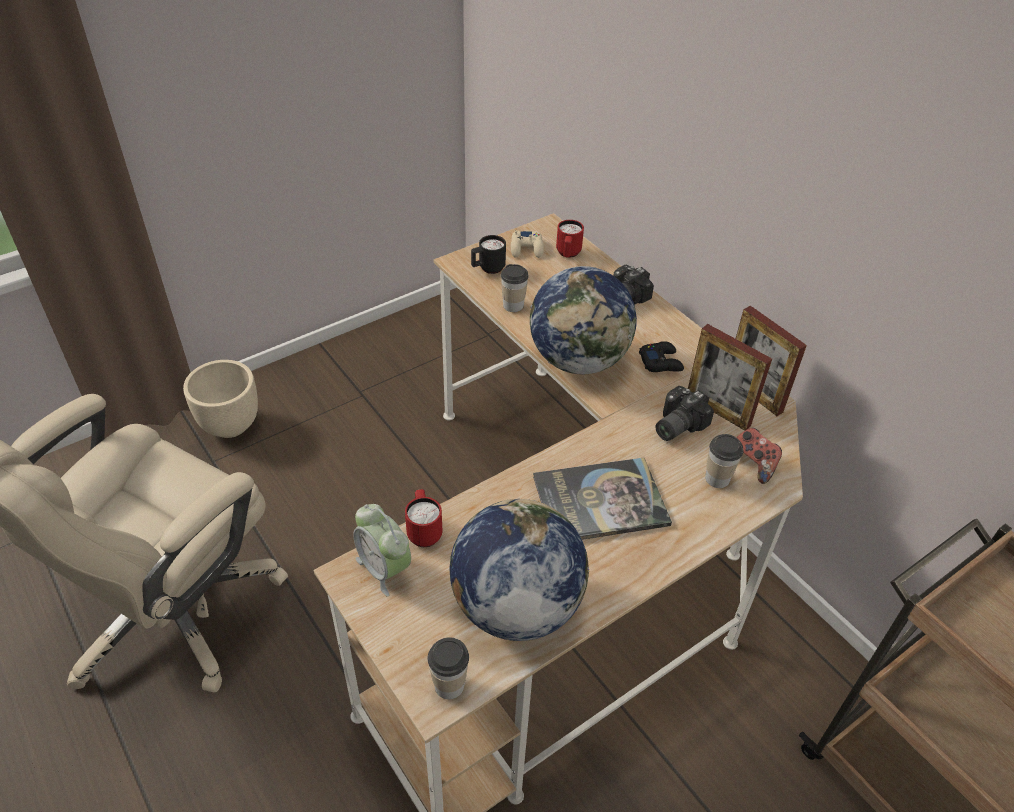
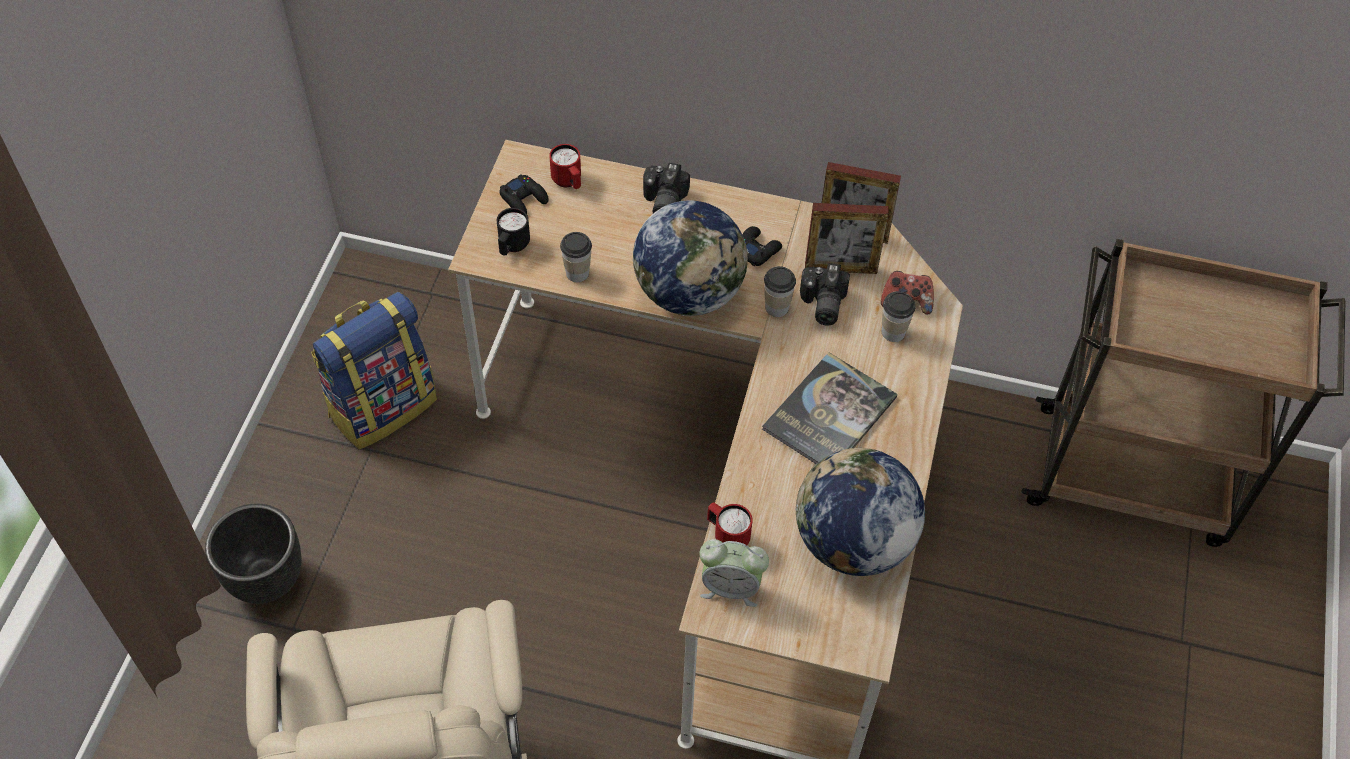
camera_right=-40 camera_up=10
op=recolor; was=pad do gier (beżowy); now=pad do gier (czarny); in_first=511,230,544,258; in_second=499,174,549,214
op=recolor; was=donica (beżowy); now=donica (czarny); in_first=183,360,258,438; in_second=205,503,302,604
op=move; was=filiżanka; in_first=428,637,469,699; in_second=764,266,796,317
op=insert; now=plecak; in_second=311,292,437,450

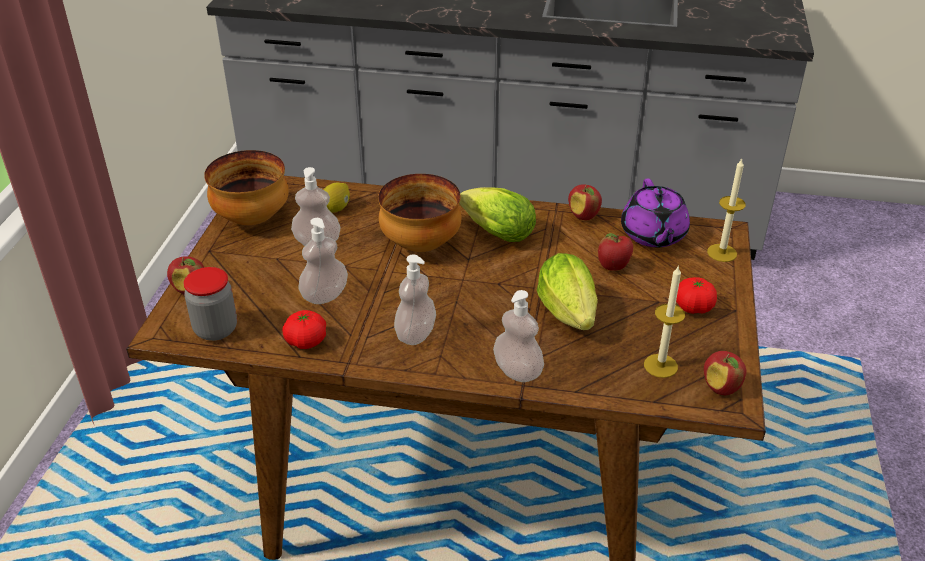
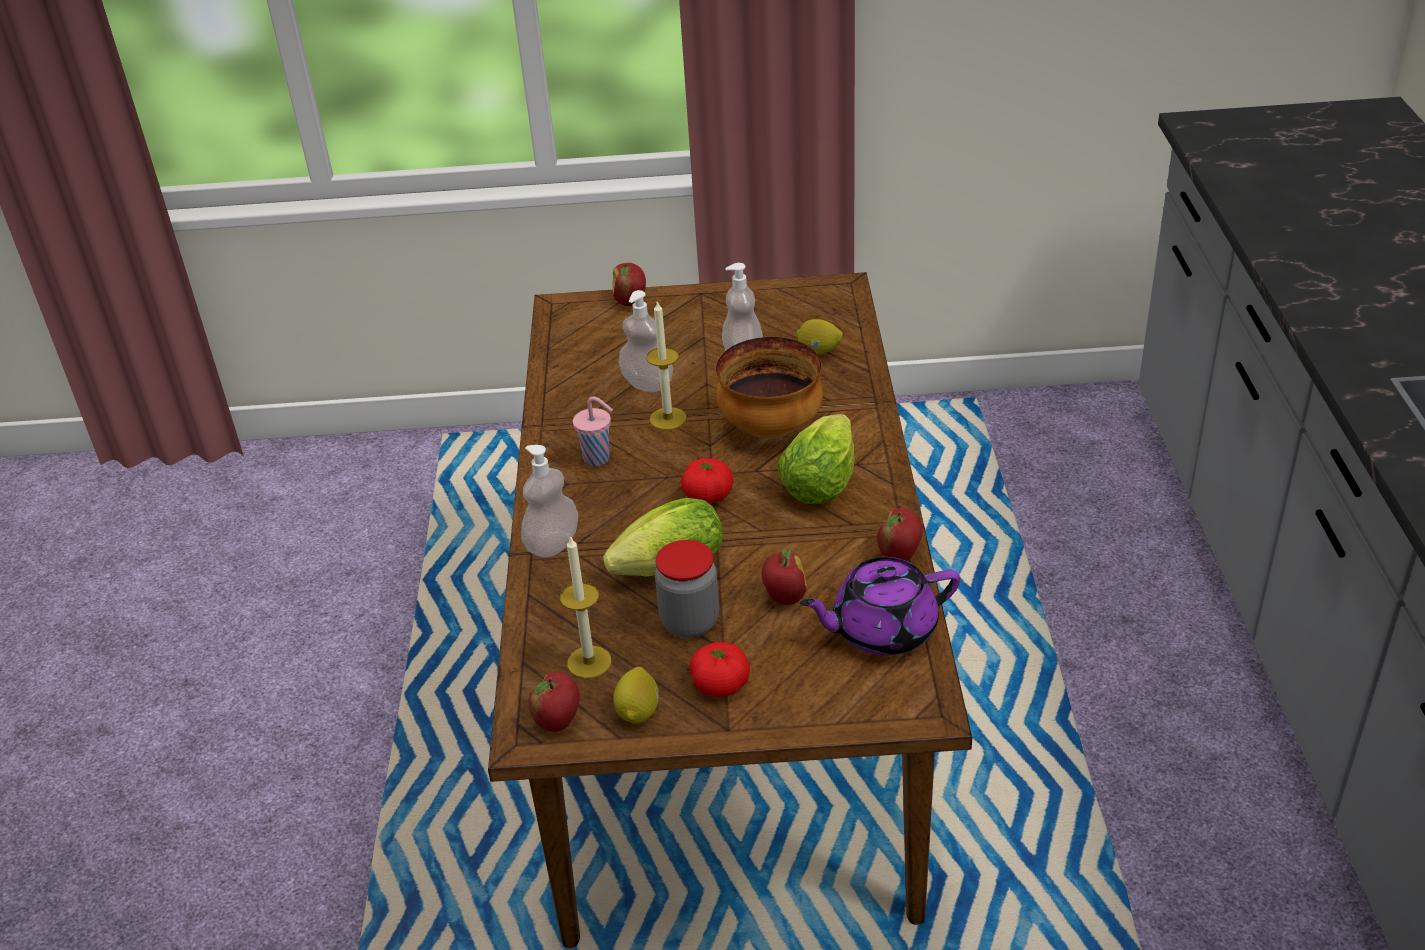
camera_right=80 camera_up=0
op=delete; was=miska; in_first=204,150,289,225
op=move; was=świeca; in_first=707,159,746,262; in_second=646,301,687,430
op=replace; was=dozownik mydła; now=filiżanka (różowy); in_first=394,255,436,345; in_second=573,397,613,466
op=move; was=słoik; in_first=183,267,237,341; in_second=655,540,719,638
op=move; was=pomidor; in_first=282,310,326,349; in_second=681,458,734,504
op=insert; now=cytryna; in_second=613,667,659,723

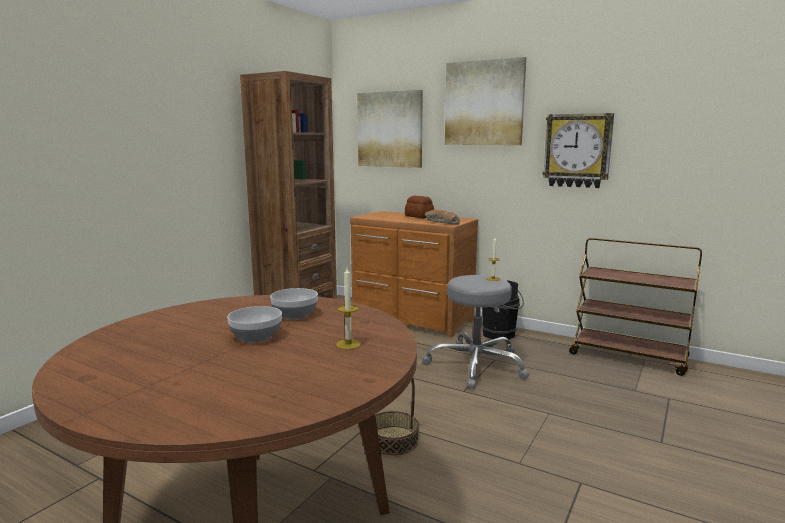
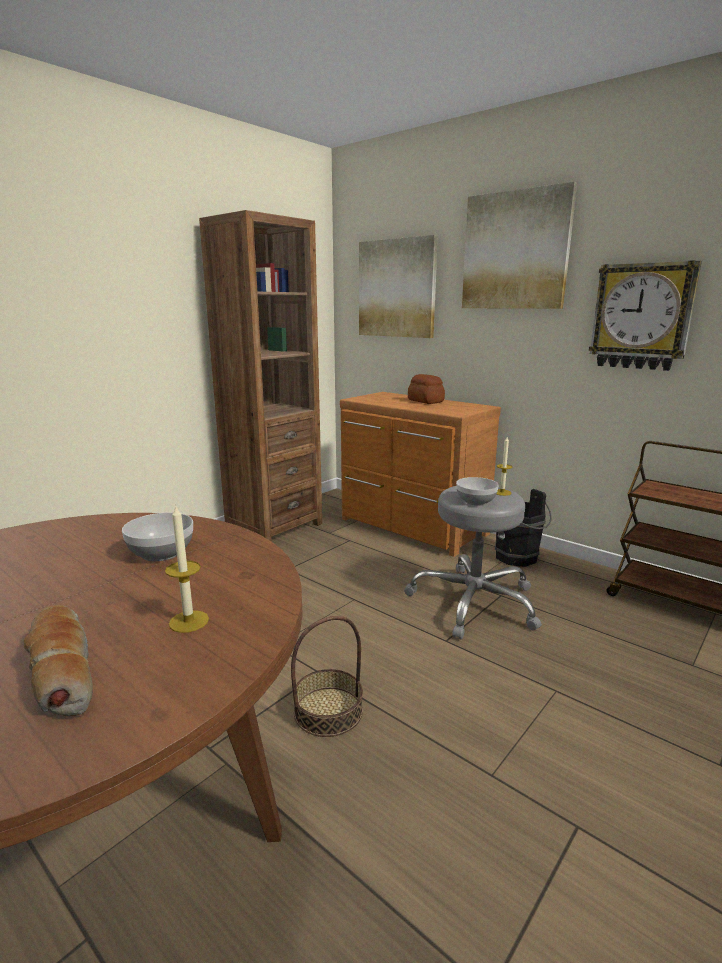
camera_right=10 camera_up=5
op=move; was=chleb; in_first=425,210,460,225; in_second=24,605,93,716
op=move; was=miska; in_first=227,306,282,343; in_second=456,477,499,505

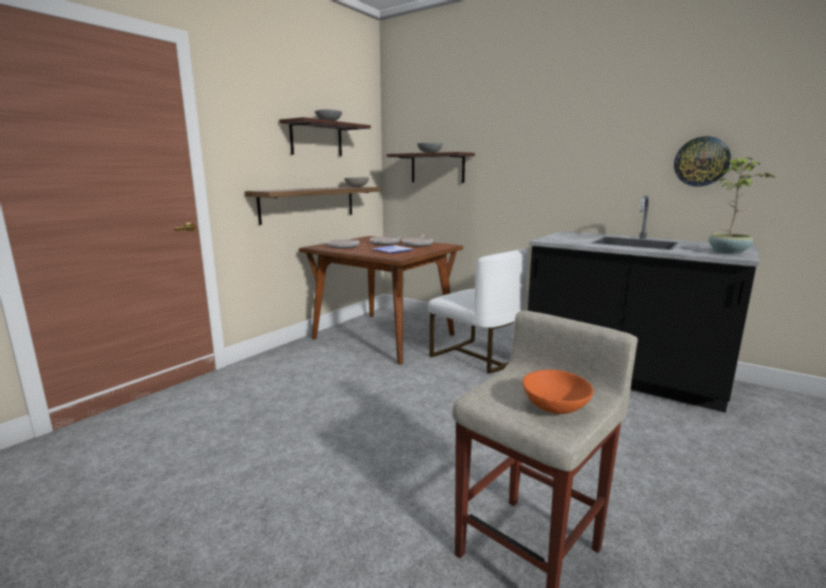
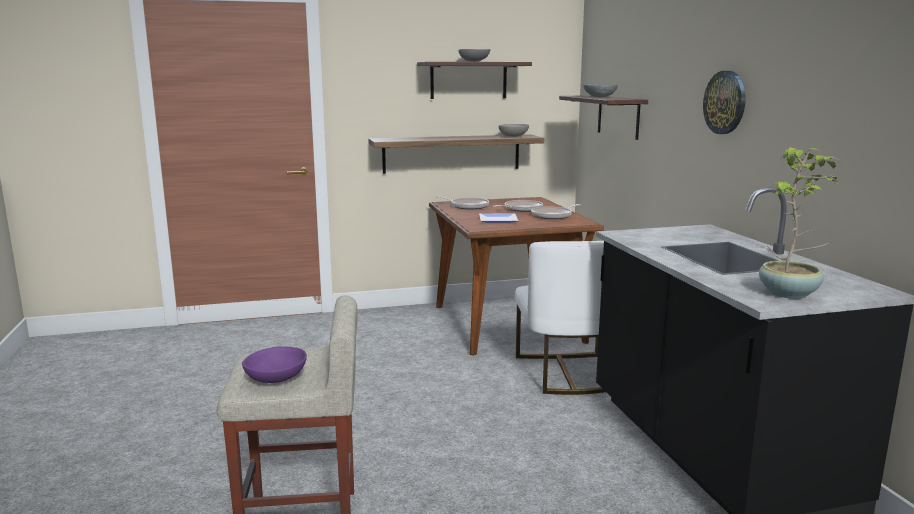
camera_right=40 camera_up=0
op=move; was=zegar ścienny; in_first=674,136,731,187; in_second=703,71,746,134
op=recolor; was=miska (pomarańczowy); now=miska (fioletowy); in_first=523,370,593,414; in_second=242,346,307,383

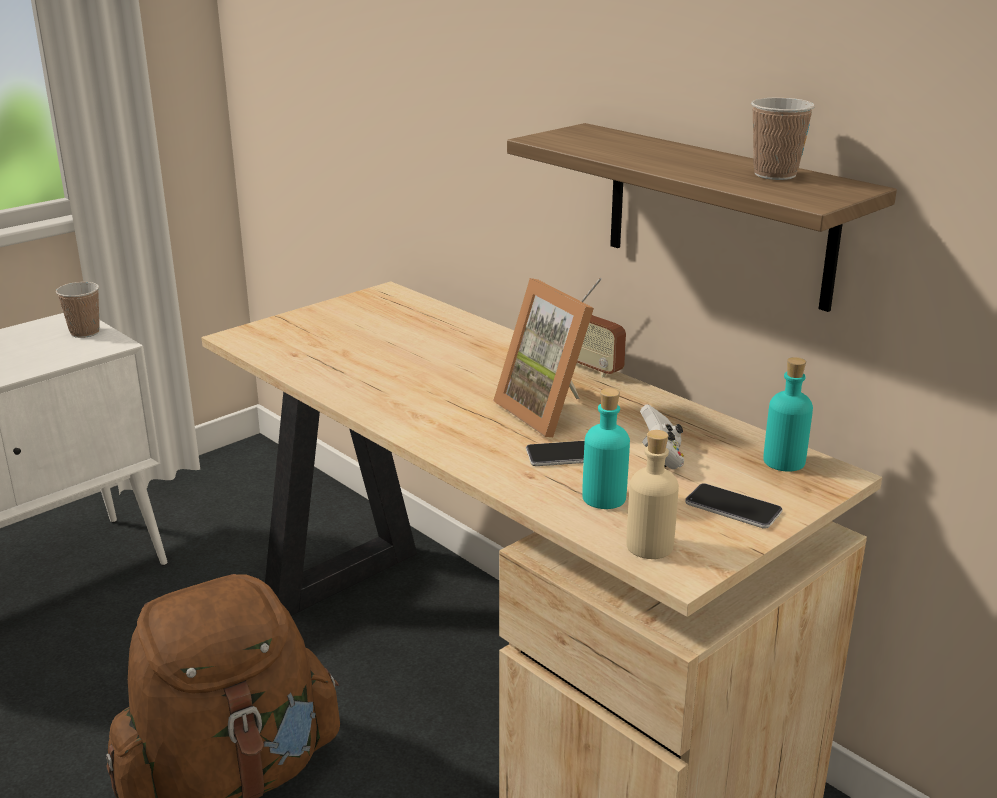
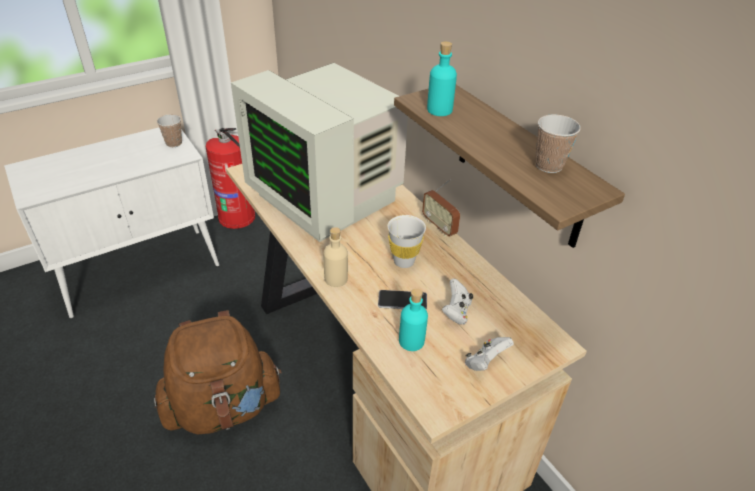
camera_right=10 camera_up=15
op=replace; was=ramka na zdjęcie; now=filiżanka (biały); in_first=493,278,594,437; in_second=387,215,426,268
op=move; was=butelka (turkusowy); in_first=763,357,813,472; in_second=427,41,457,116
op=move; was=butelka (beżowy); in_first=626,430,679,559; in_second=323,227,348,287
op=replace; was=telefon; now=pad do gier (biały); in_first=685,483,782,529; in_second=465,337,514,371
op=insert; now=monitor; in_second=231,63,408,242
op=insert; now=gaśnica; in_second=206,128,255,229

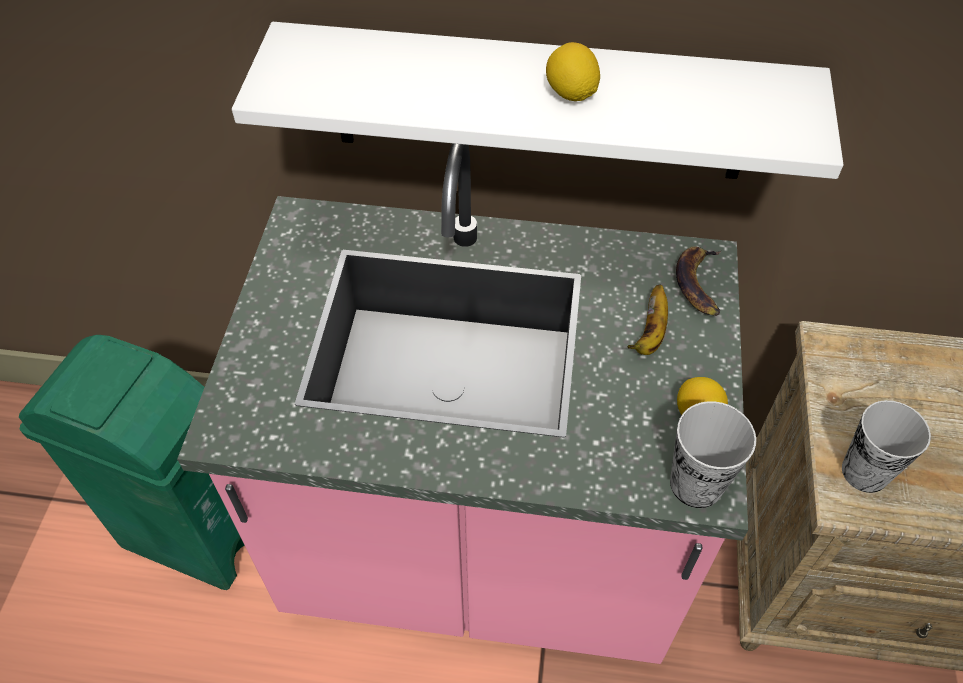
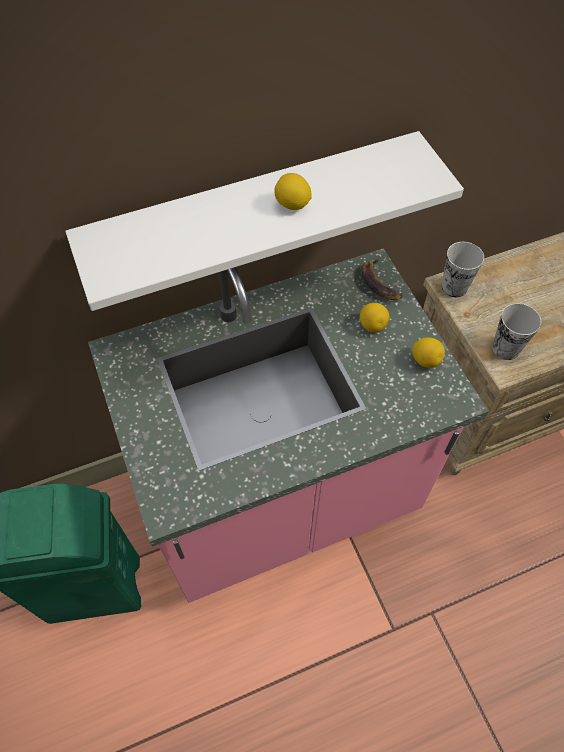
camera_right=-30 camera_up=5
op=replace; was=banan; now=cytryna; in_first=627,285,668,355; in_second=360,303,390,332
op=move; was=filiżanka; in_first=670,401,756,508; in_second=442,242,484,297

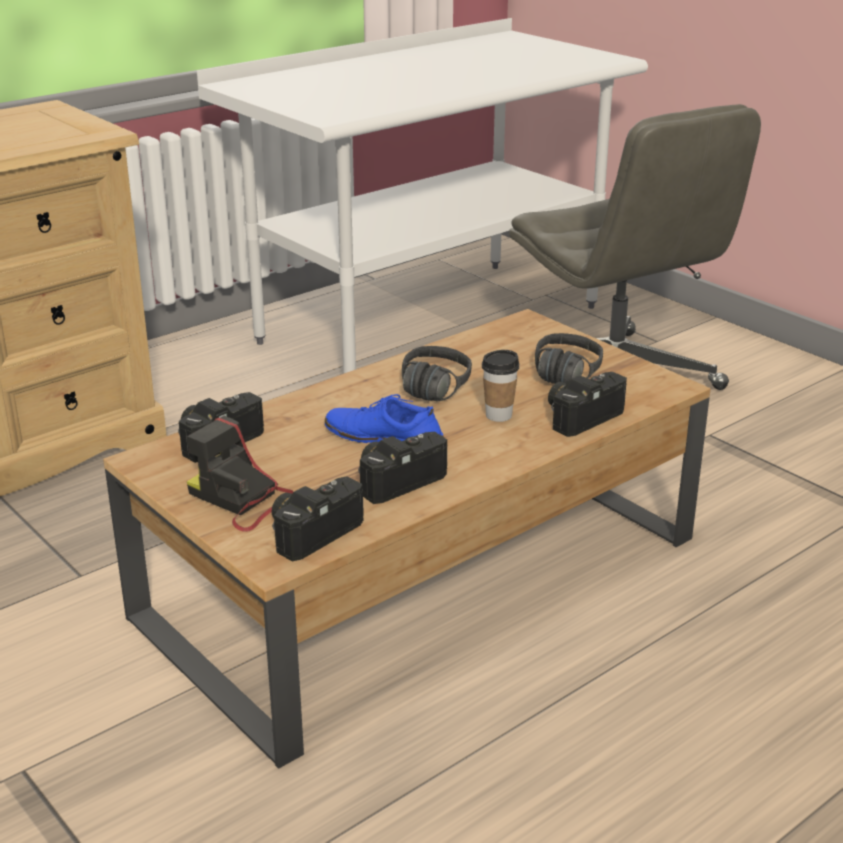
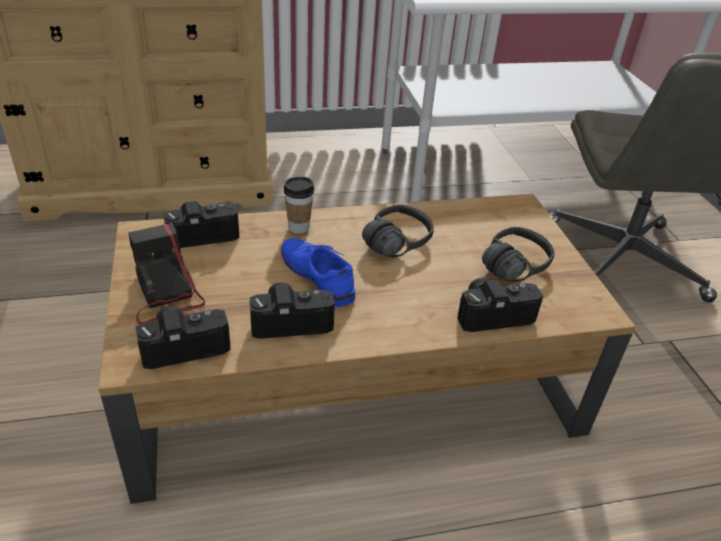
camera_right=25 camera_up=10
op=move; was=filiżanka; in_first=482,350,519,422; in_second=283,177,314,234

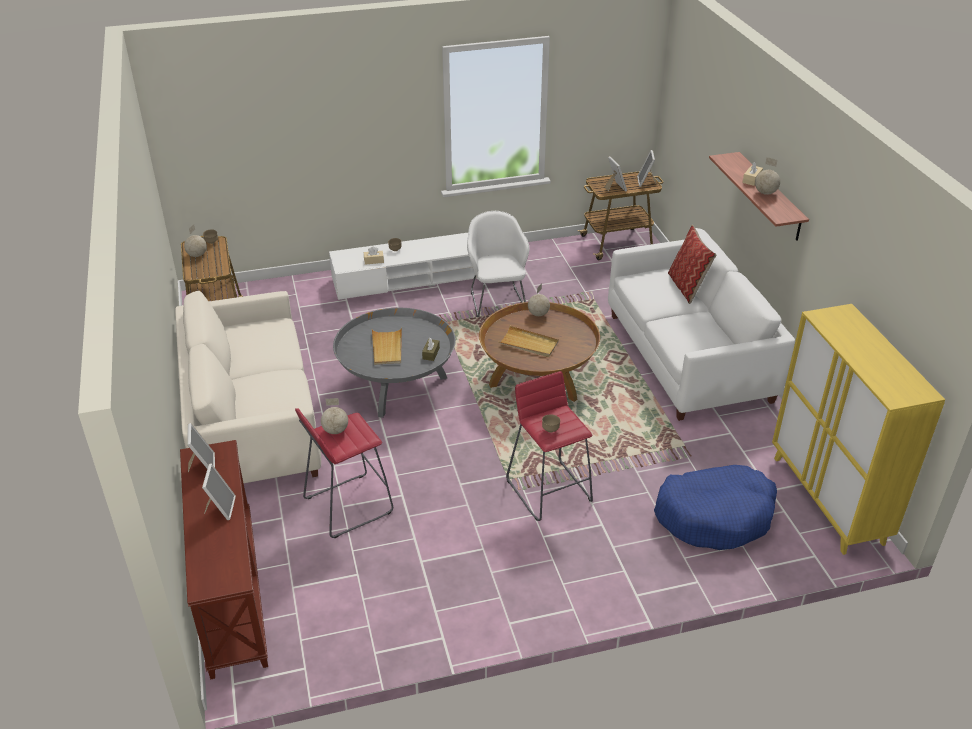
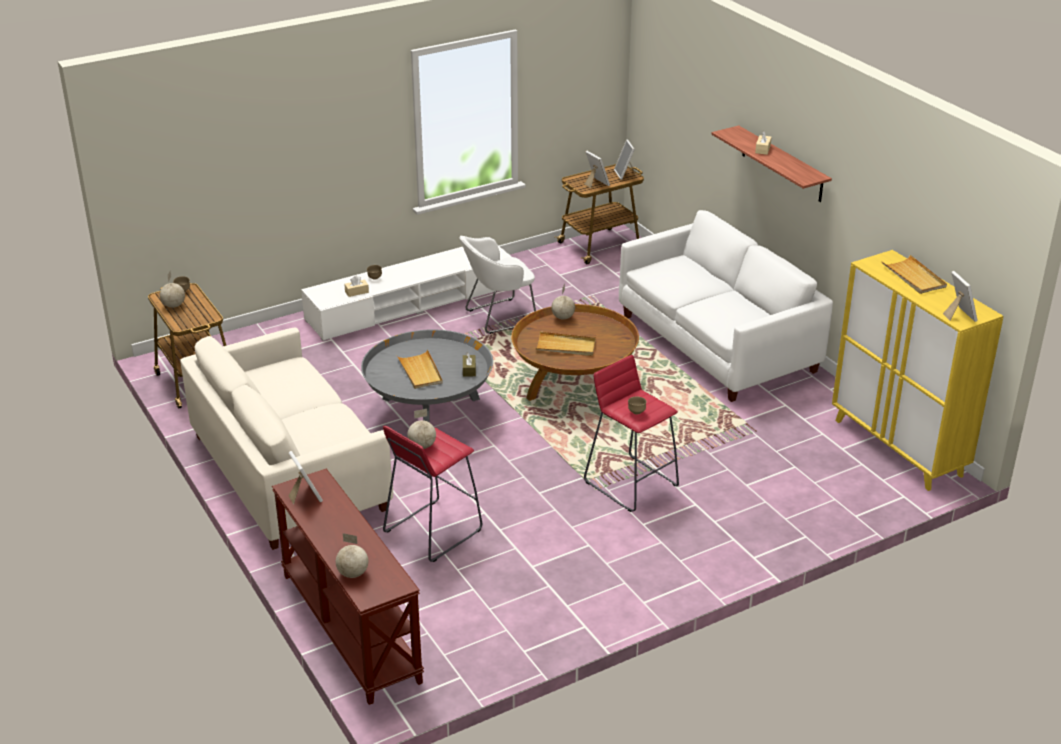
camera_right=-15 camera_up=-5
op=move; was=globus; in_first=755,157,780,195; in_second=336,533,368,578
op=rotate; was=fotel (biały); in_first=467,211,529,318; in_second=460,236,536,334; clockwise=-90
op=delete; was=poduszka; in_first=668,225,716,304
op=move; was=ramka na zdjęcie; in_first=202,463,236,520; in_second=943,271,977,322
op=delete; was=legowisko (niebieski); in_first=654,465,777,550
op=insert; now=taca (beżowy); in_second=882,255,947,294

